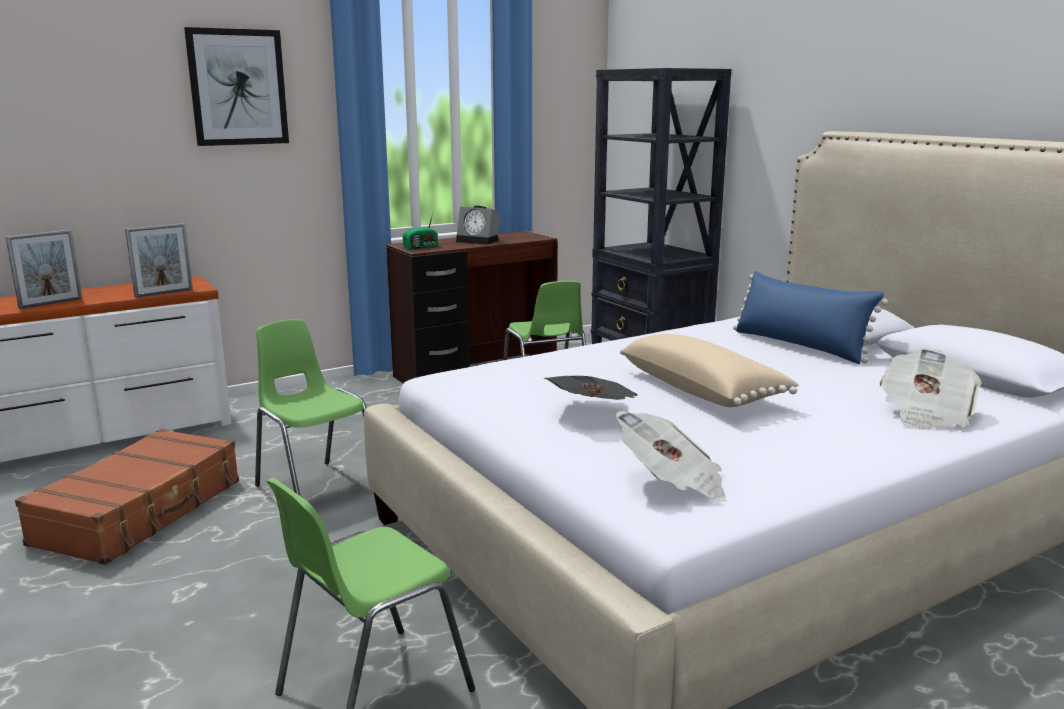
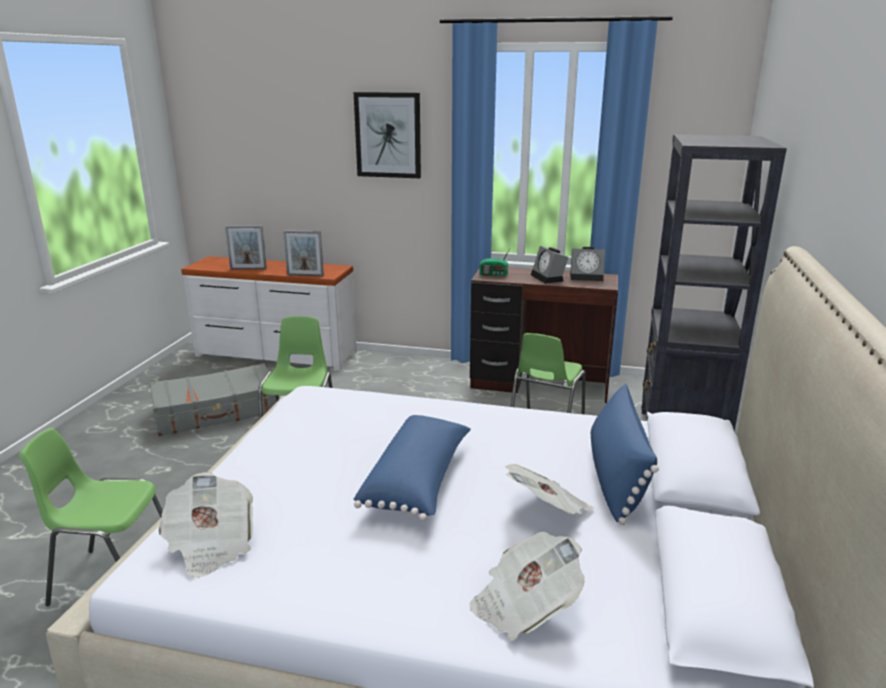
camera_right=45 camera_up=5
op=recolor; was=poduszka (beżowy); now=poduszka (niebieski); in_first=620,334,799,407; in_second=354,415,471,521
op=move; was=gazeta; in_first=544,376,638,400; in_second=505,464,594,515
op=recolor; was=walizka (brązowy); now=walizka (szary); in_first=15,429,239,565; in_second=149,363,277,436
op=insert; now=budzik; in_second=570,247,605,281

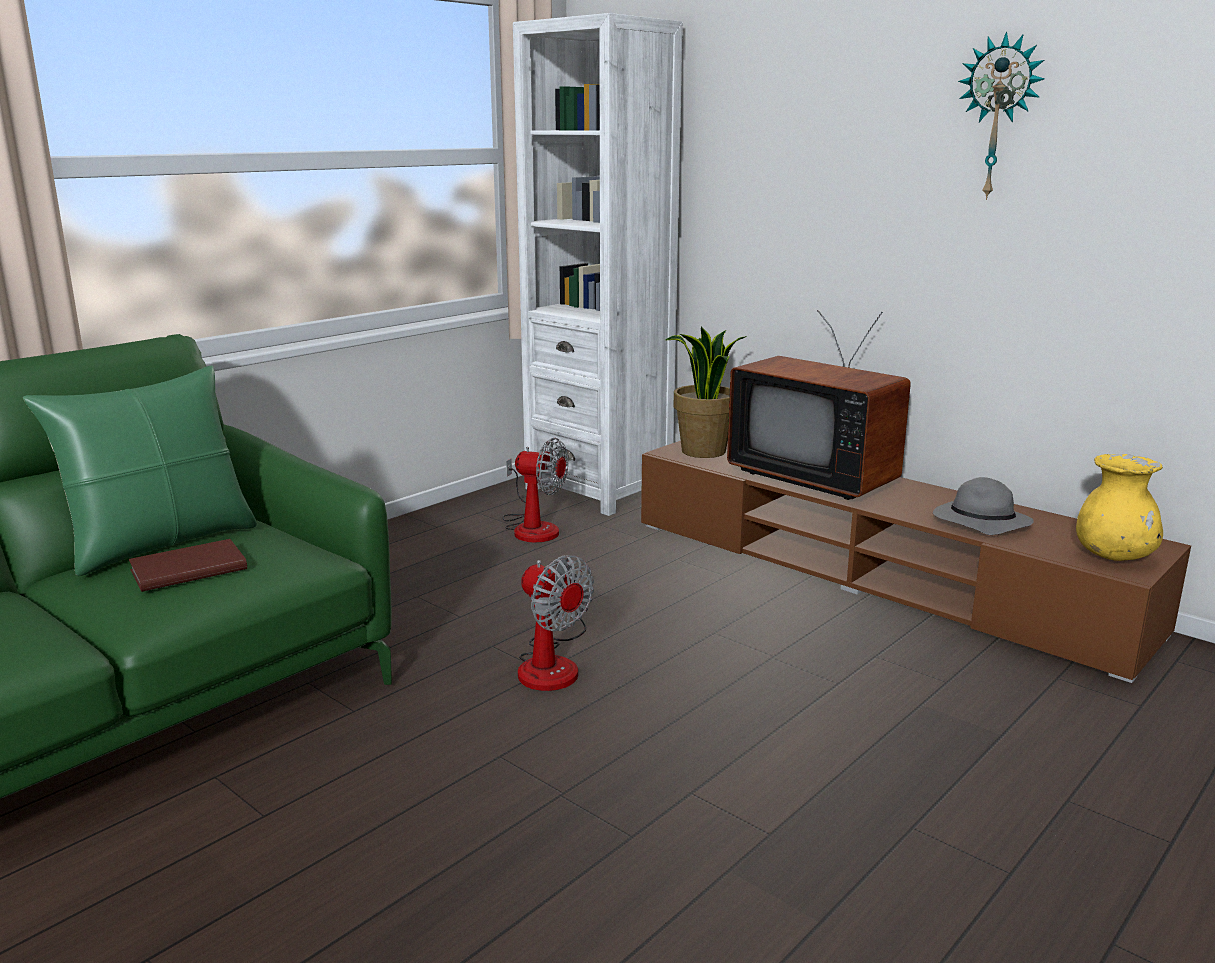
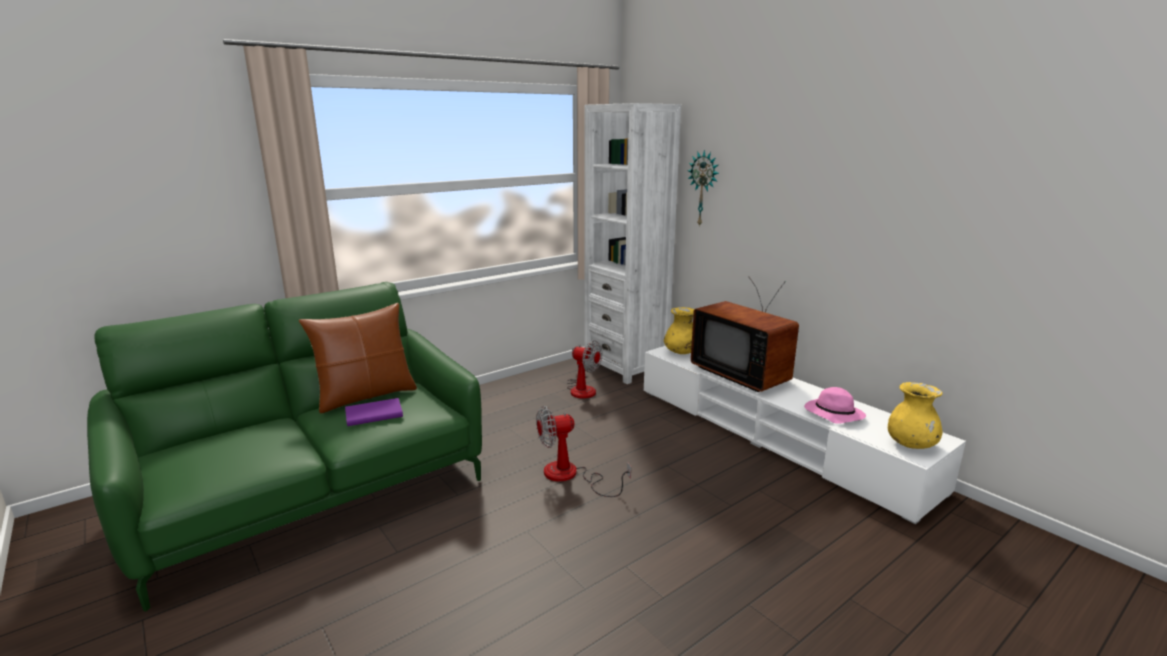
camera_right=10 camera_up=0
op=move; was=zegar ścienny; in_first=958,31,1045,200; in_second=687,150,719,227
op=replace; was=roślina doniczkowa; now=wazon (żółty); in_first=666,327,747,458; in_second=664,307,694,354
op=recolor; was=poduszka (zielony); now=poduszka (brązowy); in_first=23,365,257,576; in_second=299,303,417,414
op=recolor; was=szafka pod telewizor (brązowy); now=szafka pod telewizor (biały); in_first=641,441,1191,683; in_second=644,346,966,524
op=recolor; was=kapelusz (szary); now=kapelusz (różowy); in_first=933,477,1034,535; in_second=804,387,866,424
op=recolor; was=książka (brązowy); now=książka (fioletowy); in_first=128,539,247,592; in_second=345,398,403,426
op=rotate; was=wentylator; in_first=518,555,594,691; in_second=536,406,631,497; clockwise=105

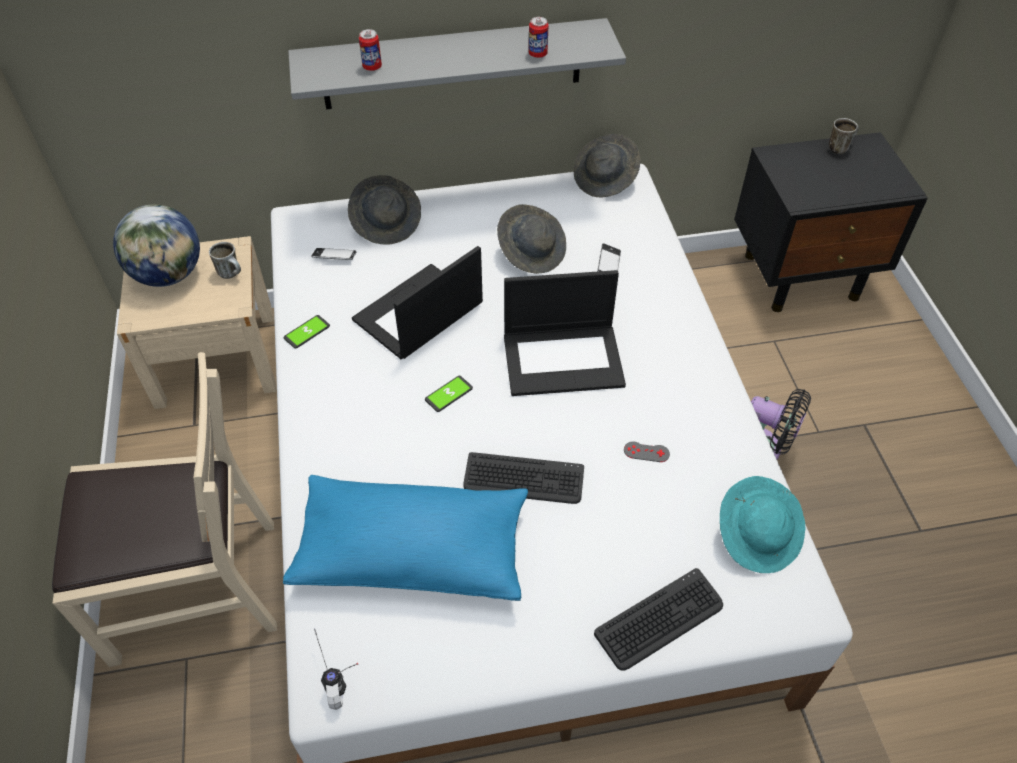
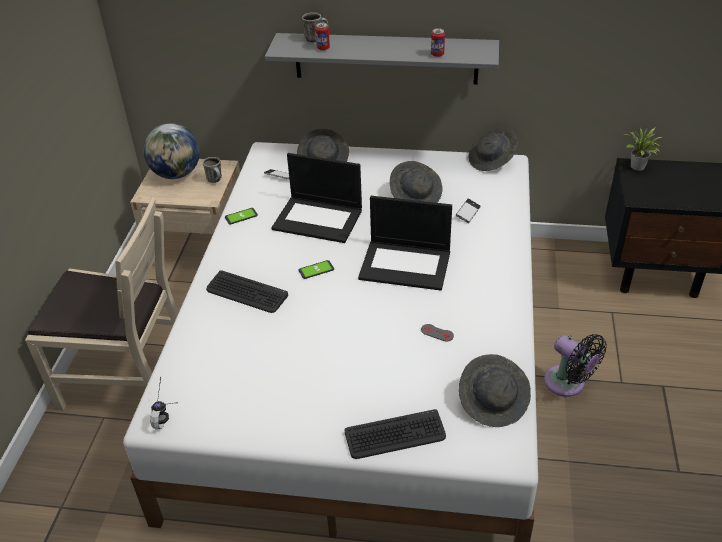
camera_right=20 camera_up=-10
op=move; was=kubek; in_first=829,118,858,154; in_second=302,12,328,43
op=rotate; was=laptop; in_first=352,246,483,359; in_second=271,153,362,243; clockwise=-135
op=move; was=klawiatura; in_first=463,452,584,504; in_second=206,270,288,313
op=delete; was=poduszka (niebieski); in_first=283,475,528,601
op=recolor; was=kapelusz (turkusowy); now=kapelusz (szary); in_first=720,476,806,573; in_second=459,354,531,427
op=insert; now=roślina doniczkowa; in_second=626,127,662,171

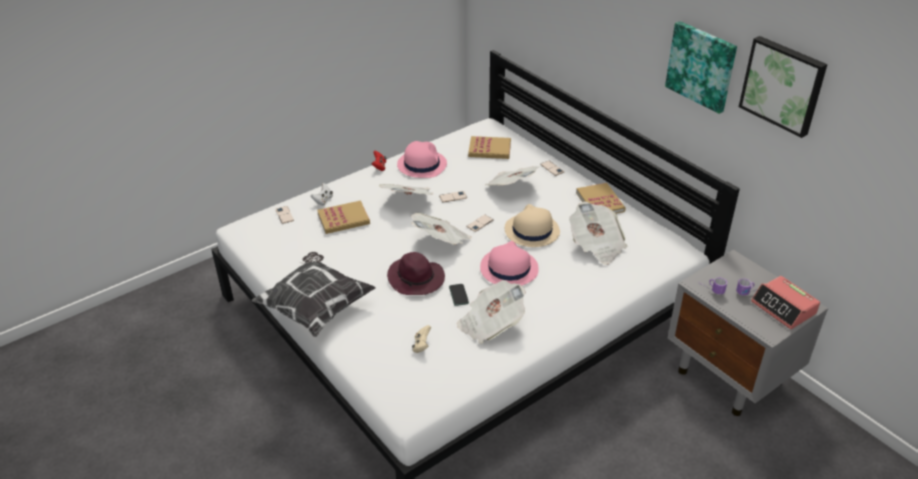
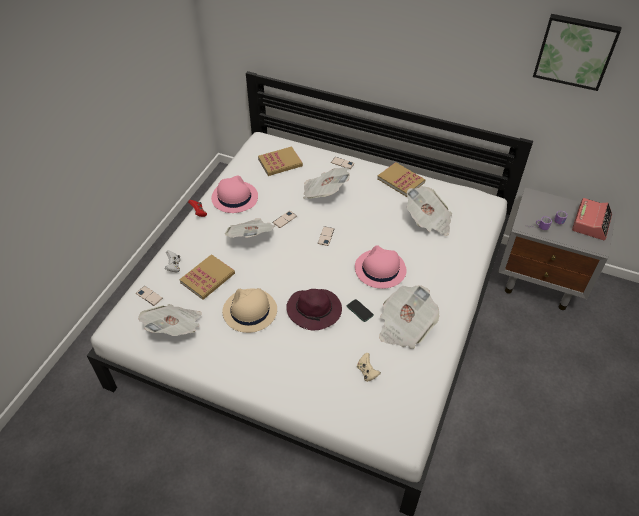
camera_right=-30 camera_up=10
op=delete; was=obraz; in_first=665,21,737,114
op=move; was=kapelusz (beżowy); in_first=505,204,560,247; in_second=222,288,277,333
op=move; was=gazeta; in_first=411,213,472,245; in_second=138,304,202,336
op=delete; was=poduszka; in_first=252,252,376,337
op=rotate; was=budzik; in_first=751,276,820,329; in_second=572,198,612,240; clockwise=-90

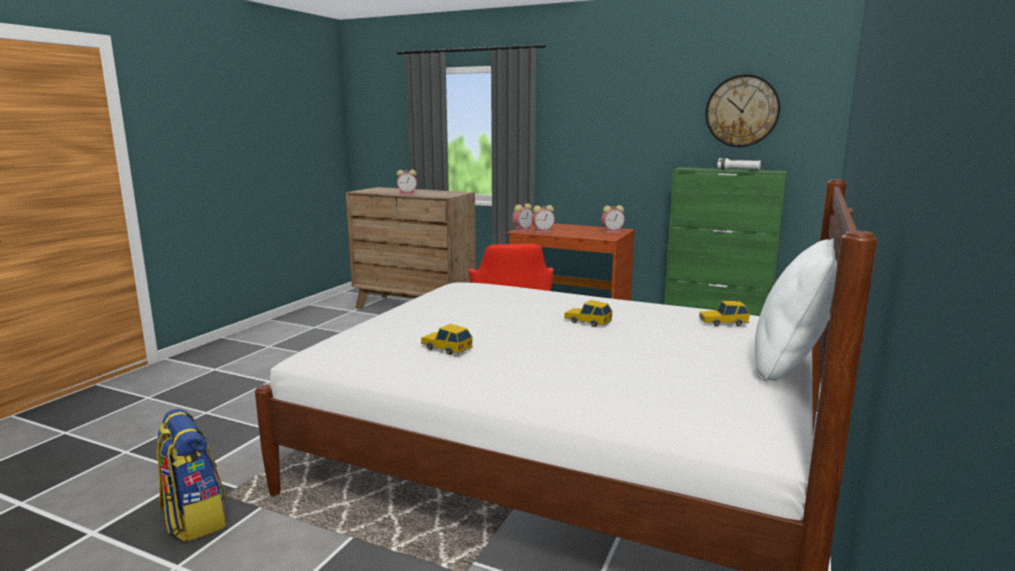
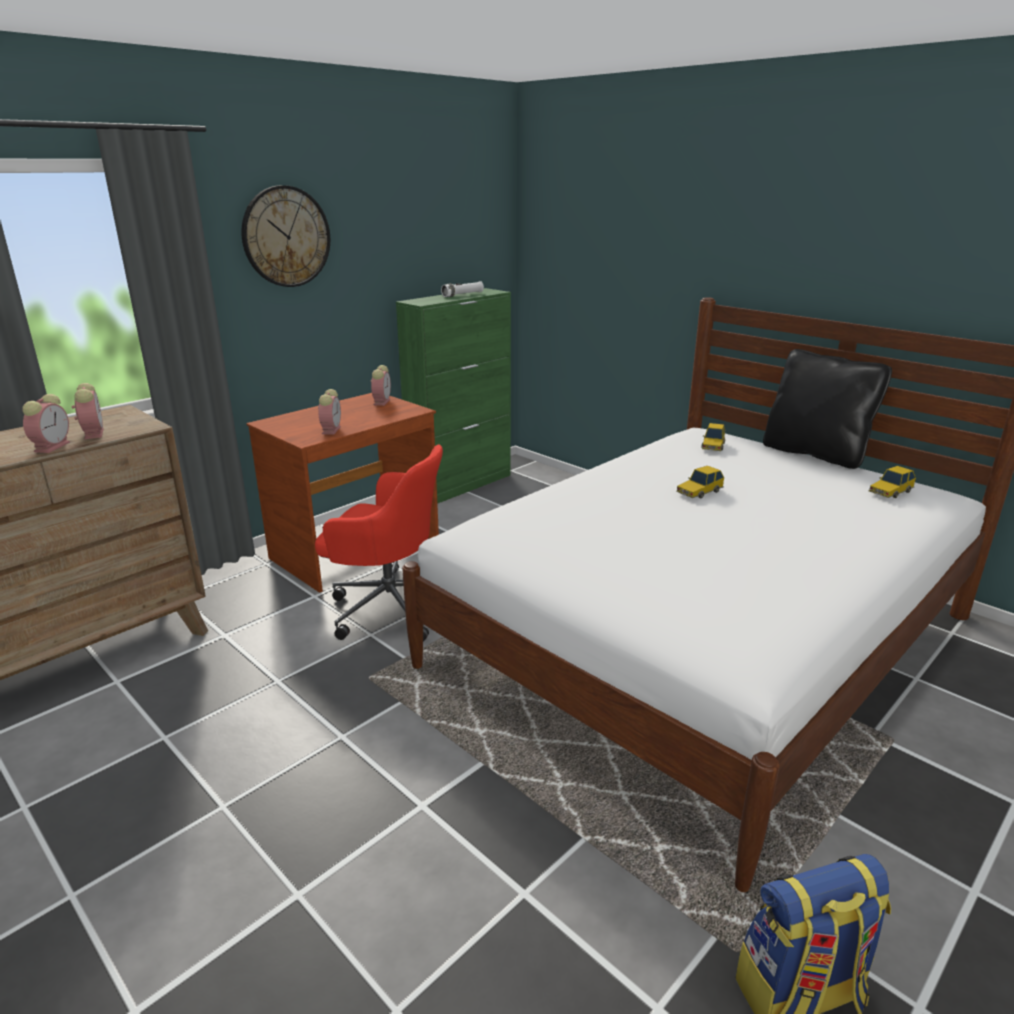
camera_right=-70 camera_up=10
op=move; was=zegar ścienny; in_first=705,74,780,147; in_second=241,185,330,287
op=move; was=budzik; in_first=513,203,533,232; in_second=72,383,104,439
op=recolor; was=poduszka (biały); now=poduszka (czarny); in_first=755,238,837,381; in_second=763,349,892,469
op=move; was=samochodzik; in_first=421,324,473,355; in_second=868,466,916,498

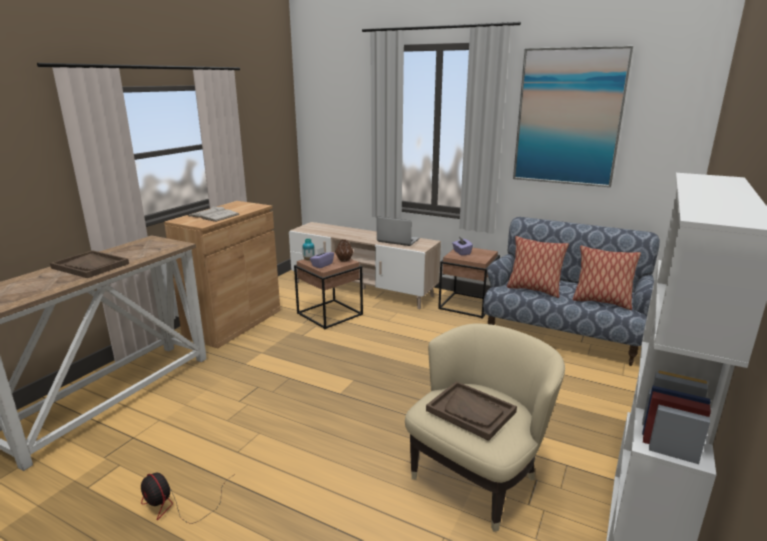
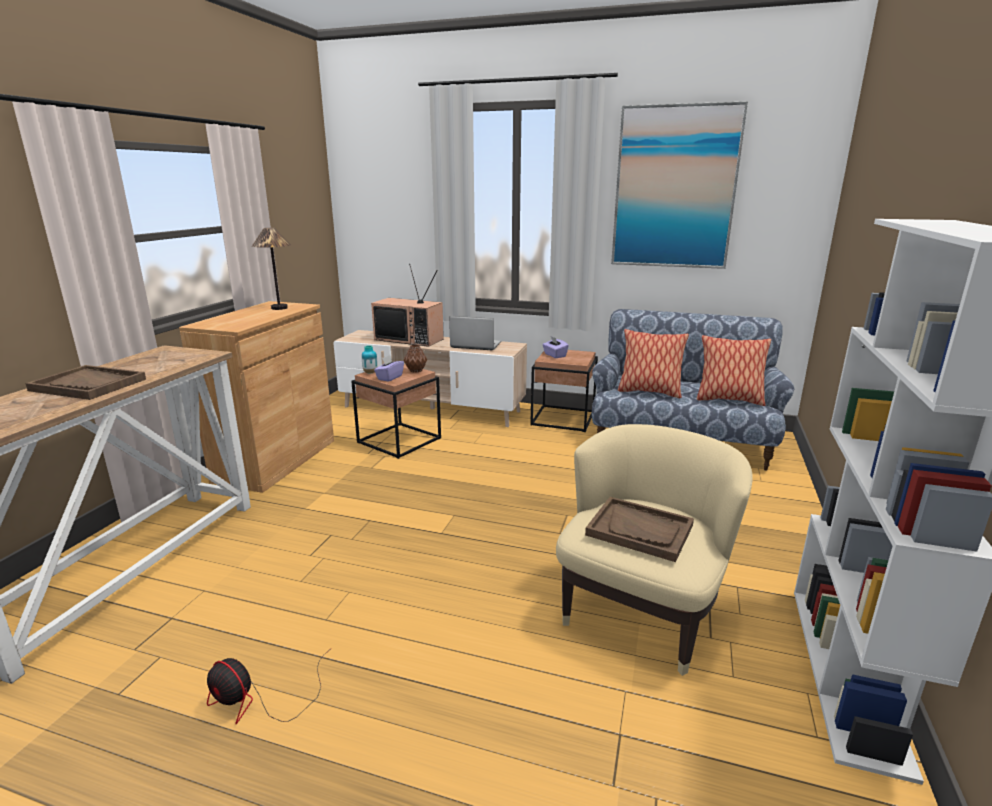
camera_right=-10 camera_up=0
op=delete; was=książka (biały); in_first=188,206,240,222
op=insert; now=lampa stołowa; in_second=252,228,290,310
op=insert; now=telewizor; in_second=371,264,444,347

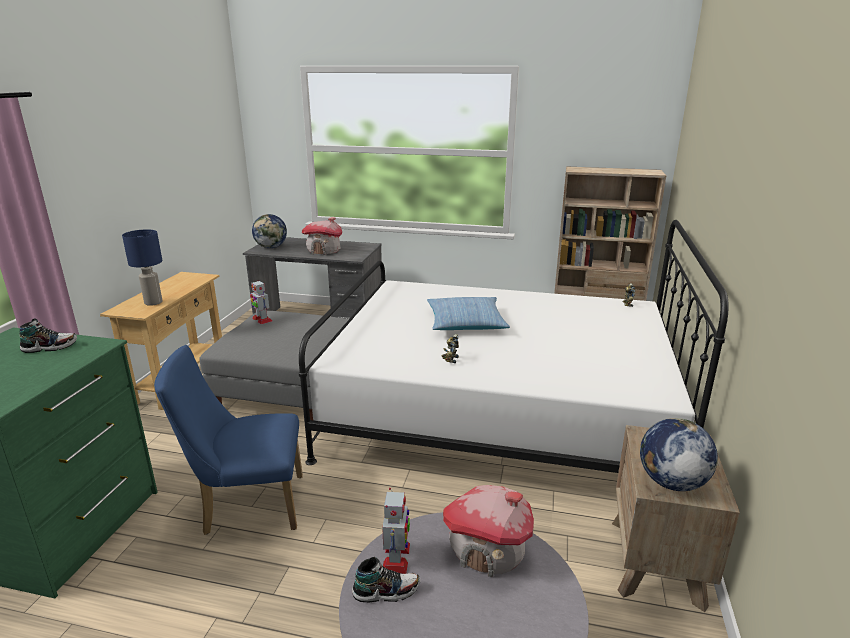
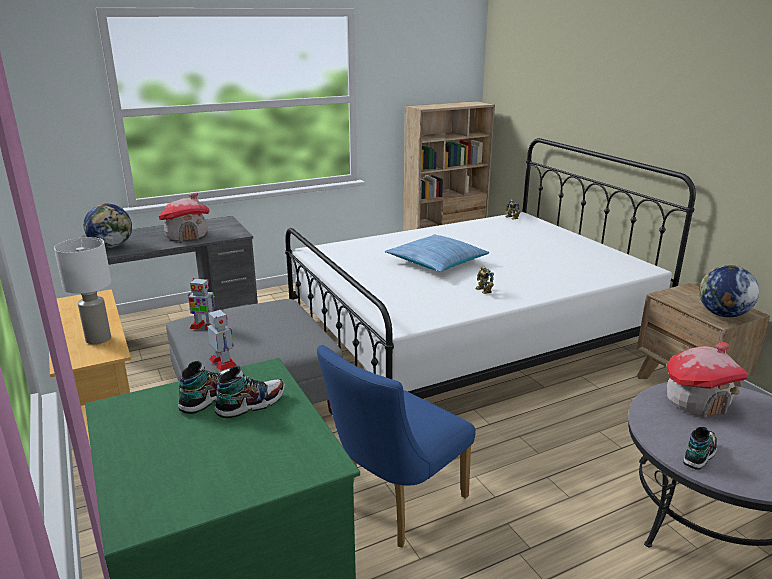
camera_right=-40 camera_up=0
op=recolor; was=lampa stołowa (niebieski); now=lampa stołowa (biały); in_first=122,229,162,306; in_second=54,237,112,344
op=move; was=robot zabawkowy; in_first=382,488,410,574; in_second=207,310,237,371
op=insert; now=but; in_second=214,366,285,418

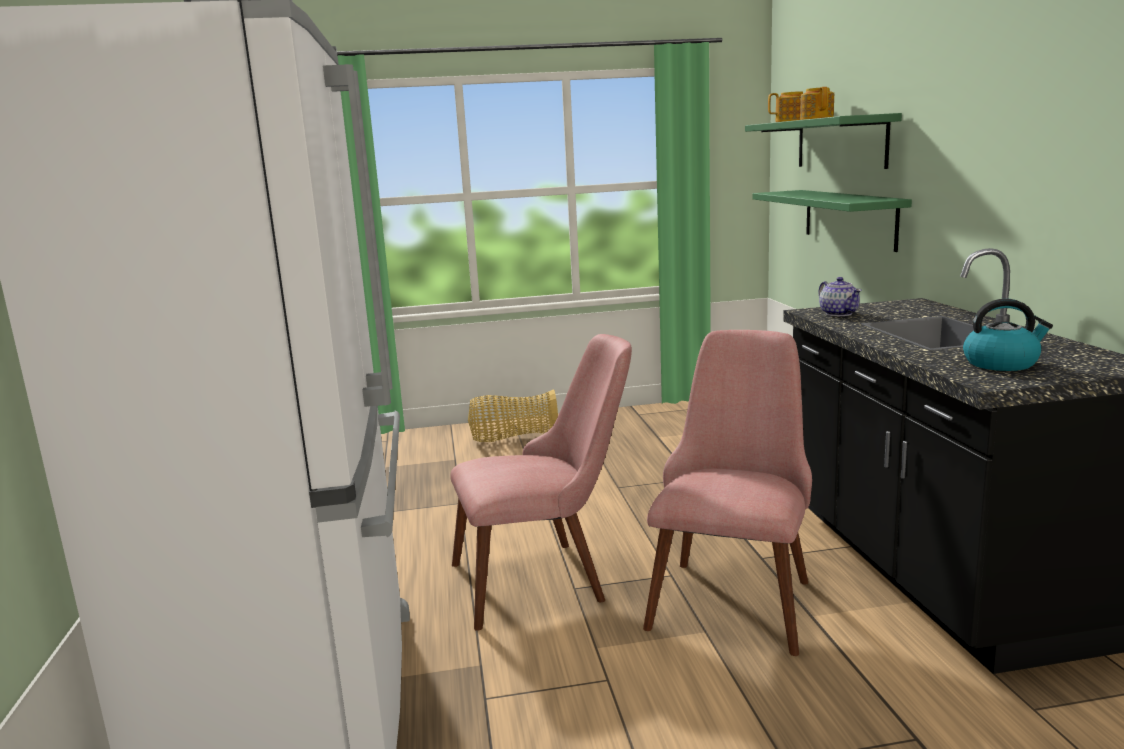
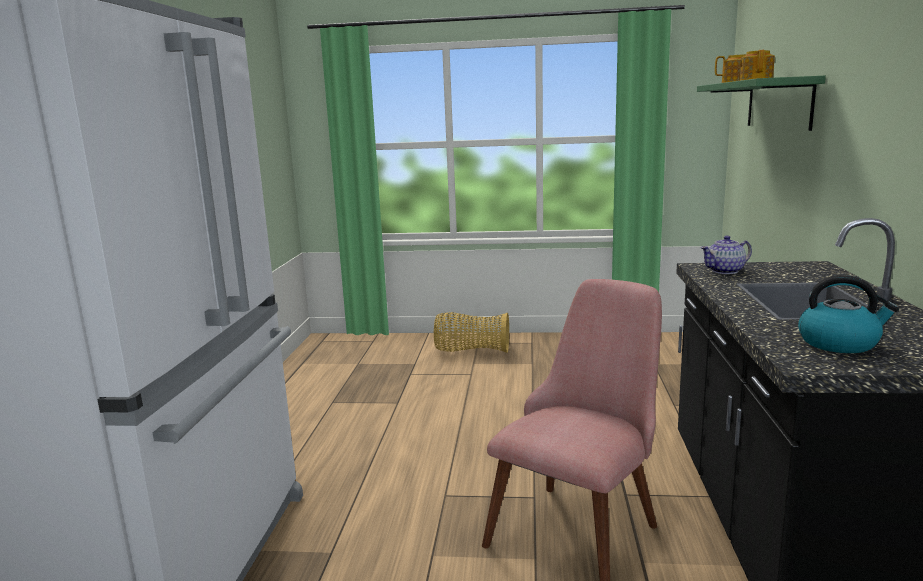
camera_right=15 camera_up=0
op=delete; was=półka (zielony); in_first=752,190,912,252
op=rotate; was=imbryk; in_first=819,277,862,316; in_second=701,236,752,274; clockwise=75
op=delete; was=krzesło (różowy); in_first=450,334,632,631

